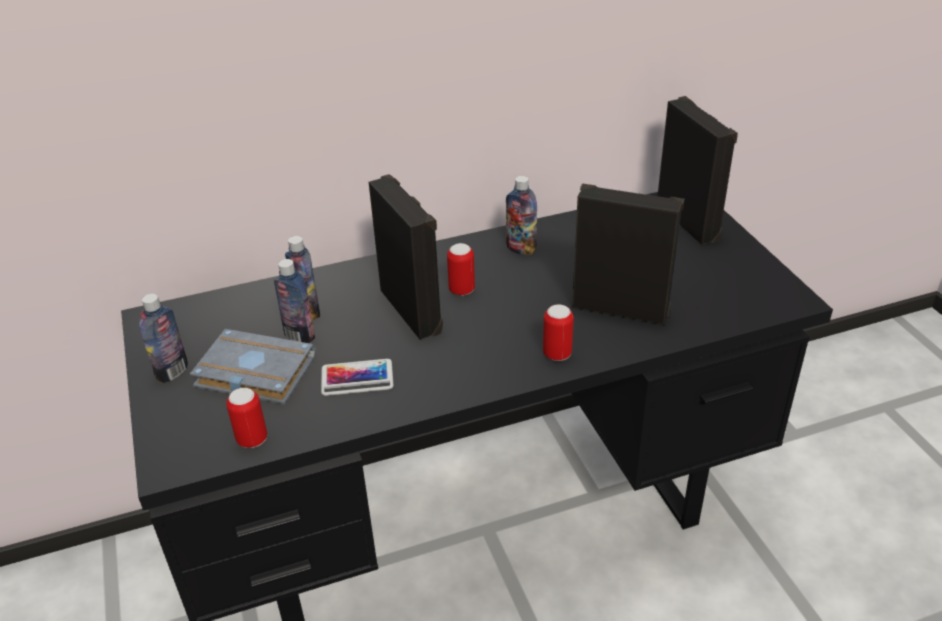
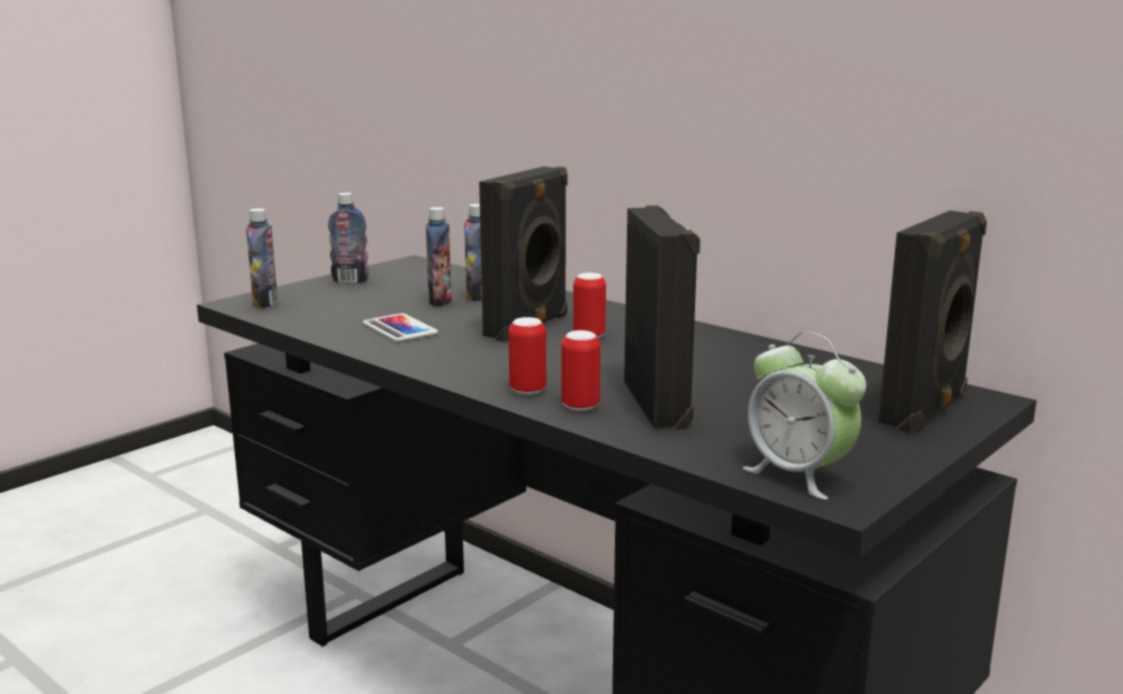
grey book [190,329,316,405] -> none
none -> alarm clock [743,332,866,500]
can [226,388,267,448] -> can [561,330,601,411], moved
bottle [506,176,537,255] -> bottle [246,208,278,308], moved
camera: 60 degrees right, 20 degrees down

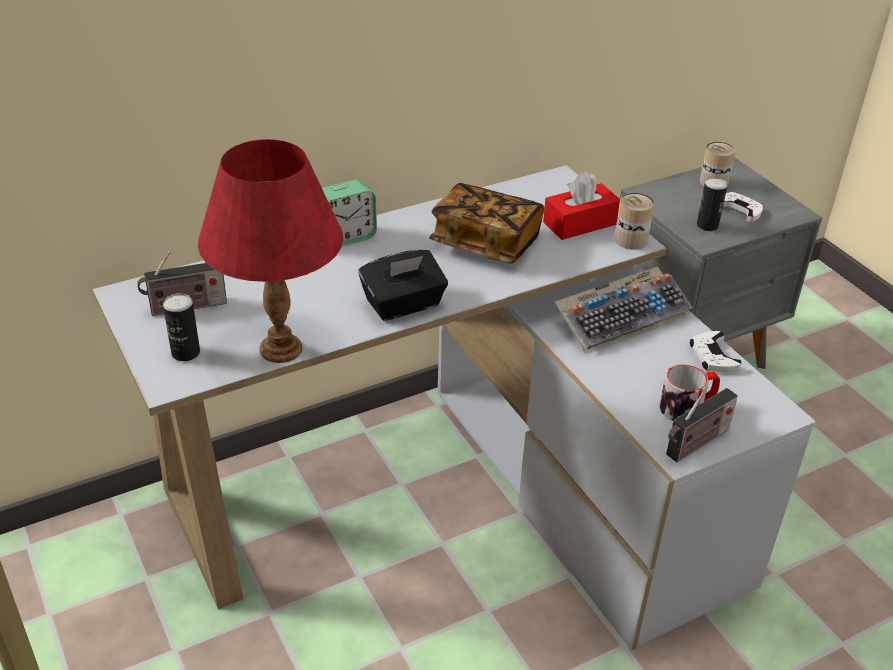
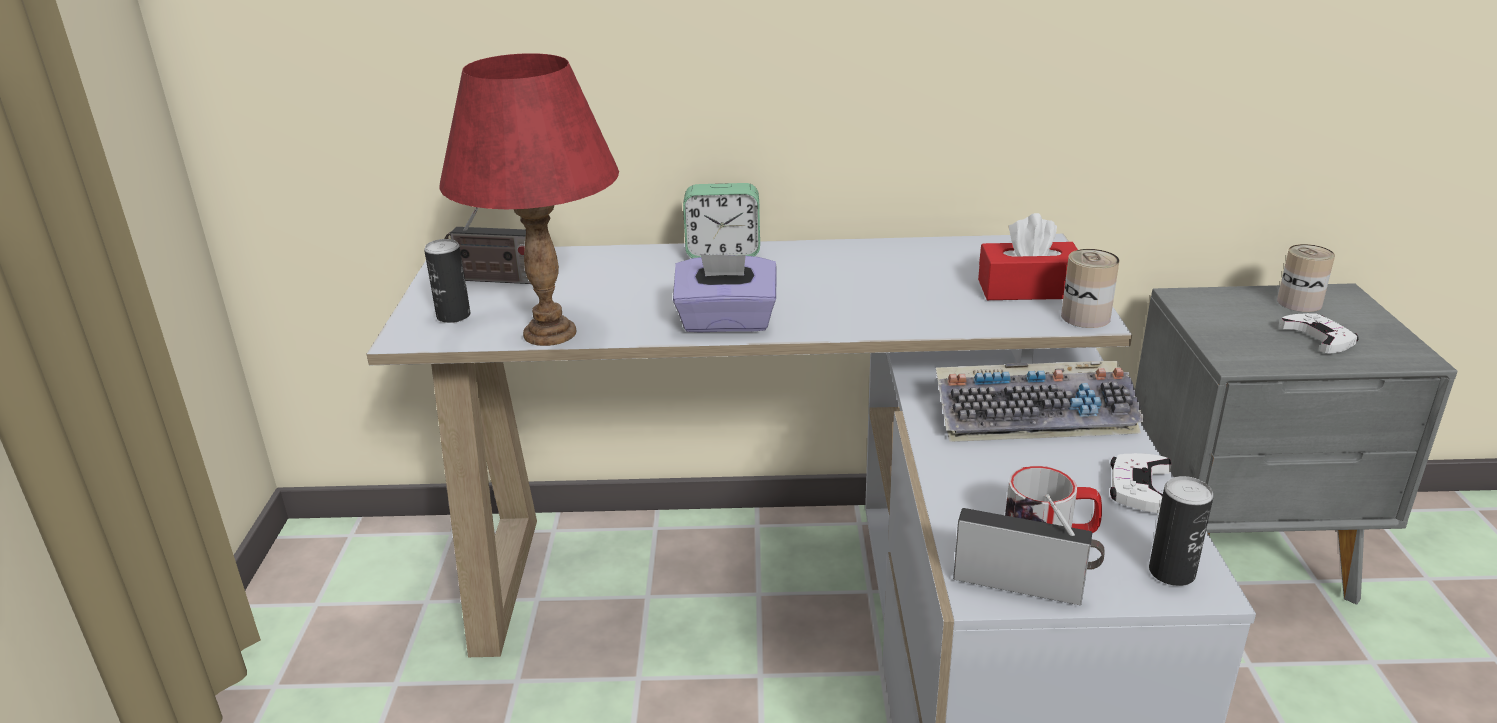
book [429,183,544,264] -> none
can [697,177,728,231] -> can [1149,476,1214,586], moved
black tissue box [358,250,448,321] -> purple tissue box [673,254,777,332]
radio [666,388,738,462] -> radio [953,494,1105,605], 150 degrees counterclockwise
camera: 30 degrees right, 10 degrees down

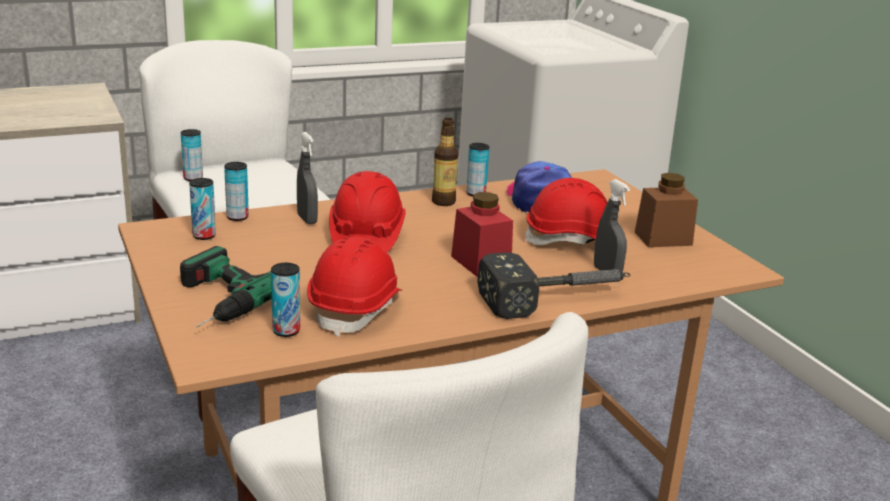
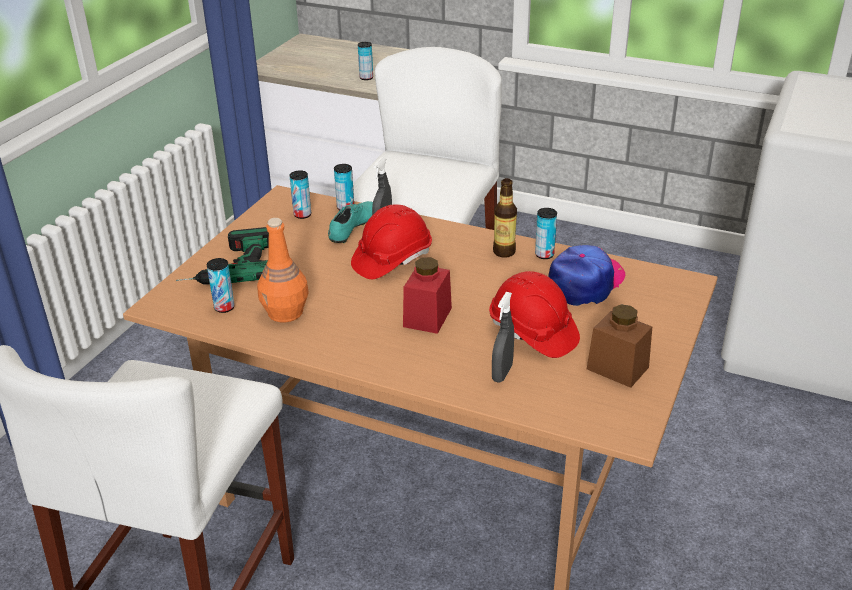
hammer [477,252,631,319] -> none
none -> turquoise shoe [328,201,373,244]
can [181,129,203,181] -> can [358,42,373,80], moved
red hard hat [307,236,403,337] -> orange bottle [257,218,309,322]
camera: 50 degrees right, 10 degrees up

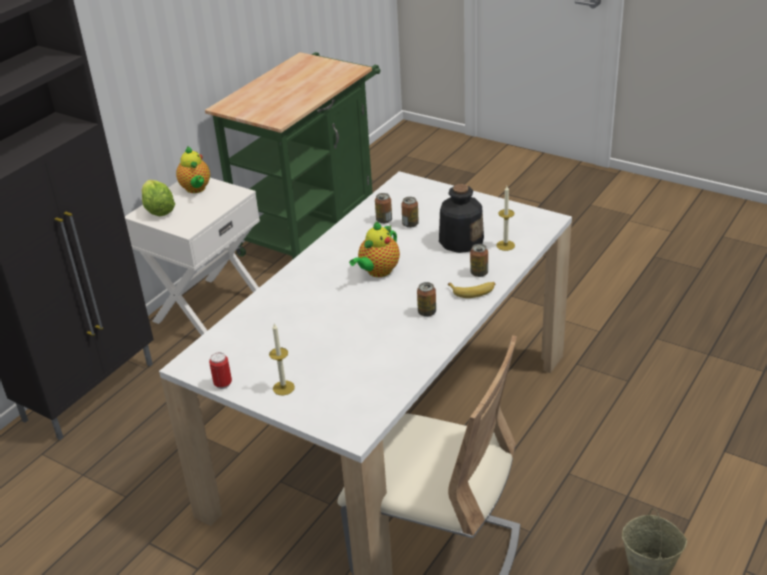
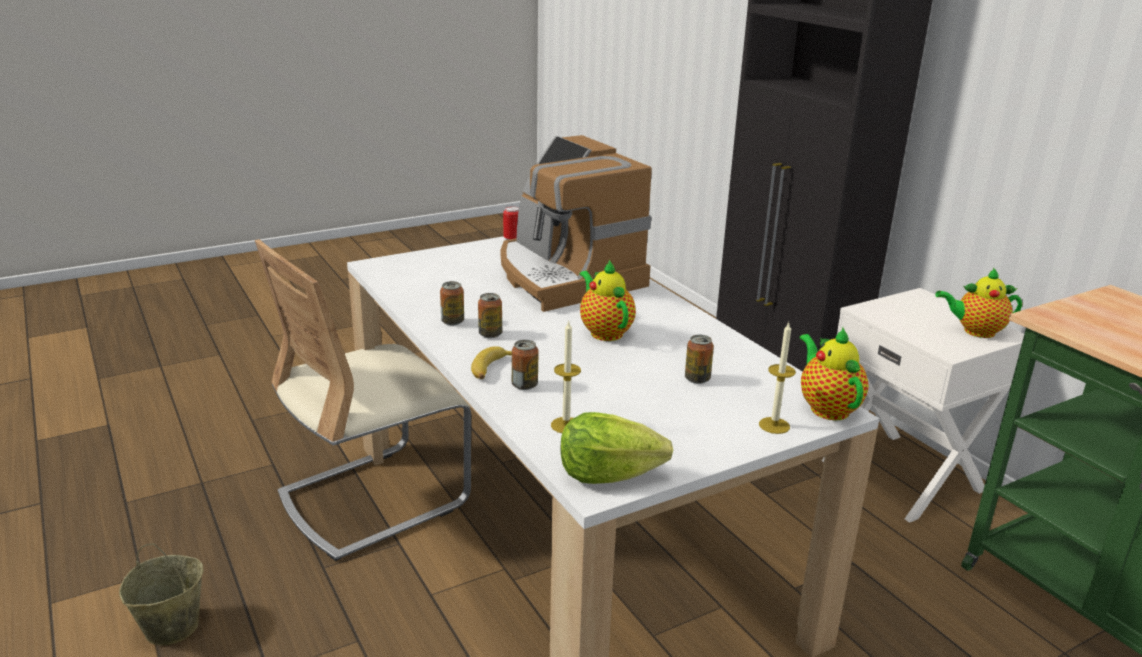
bottle [439,184,484,253] -> none
none -> coffee machine [501,135,652,312]
none -> teapot [800,327,869,420]
lettuce [141,180,175,216] -> lettuce [561,412,673,484], moved
candle [269,324,295,395] -> candle [759,323,796,434], moved
can [375,193,392,224] -> can [440,281,464,325], moved
camera: 115 degrees right, 10 degrees down

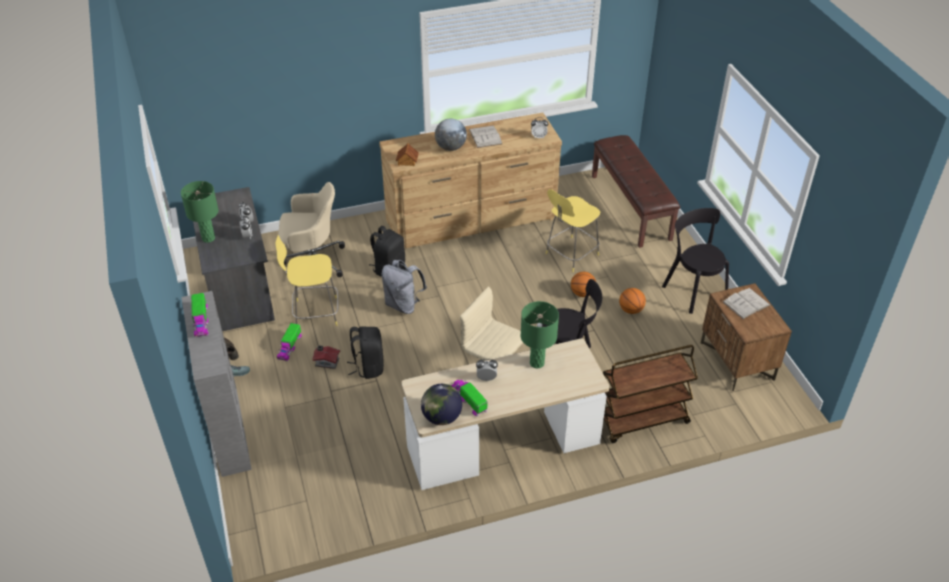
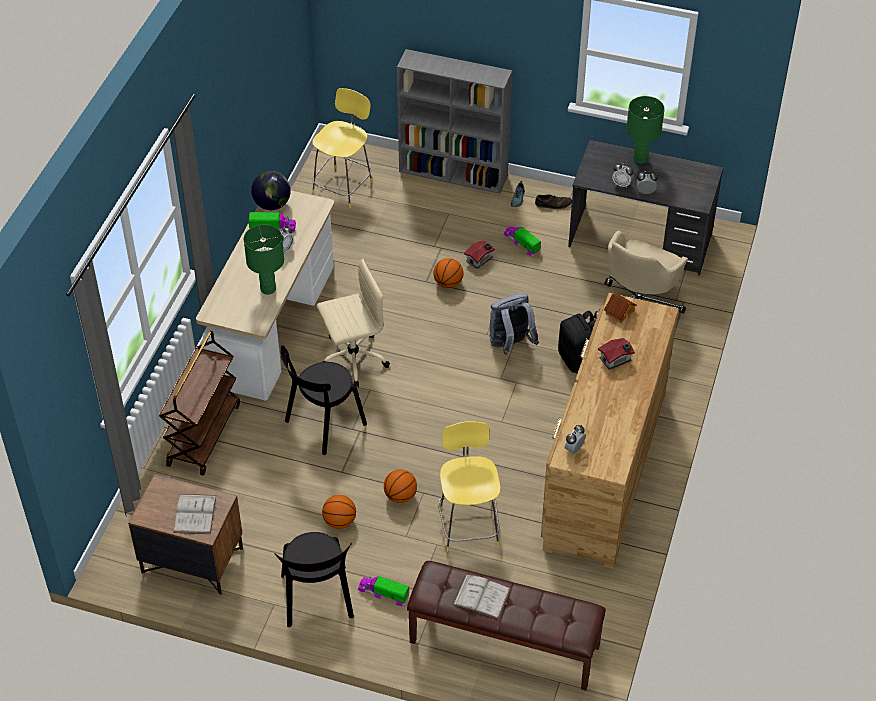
toy truck [191,293,209,338] -> toy truck [358,575,409,606], moved
yellow stool [275,235,338,326] -> yellow stool [312,88,372,208], moved
white book [469,125,502,148] -> white book [452,575,511,620], moved
black backpack [347,327,384,379] -> basketball [433,258,464,288]
globe [435,118,467,151] -> toy house [598,338,635,370]
black chair [662,208,729,314] -> black chair [275,532,354,627], 75 degrees clockwise
camera: 125 degrees right, 5 degrees up

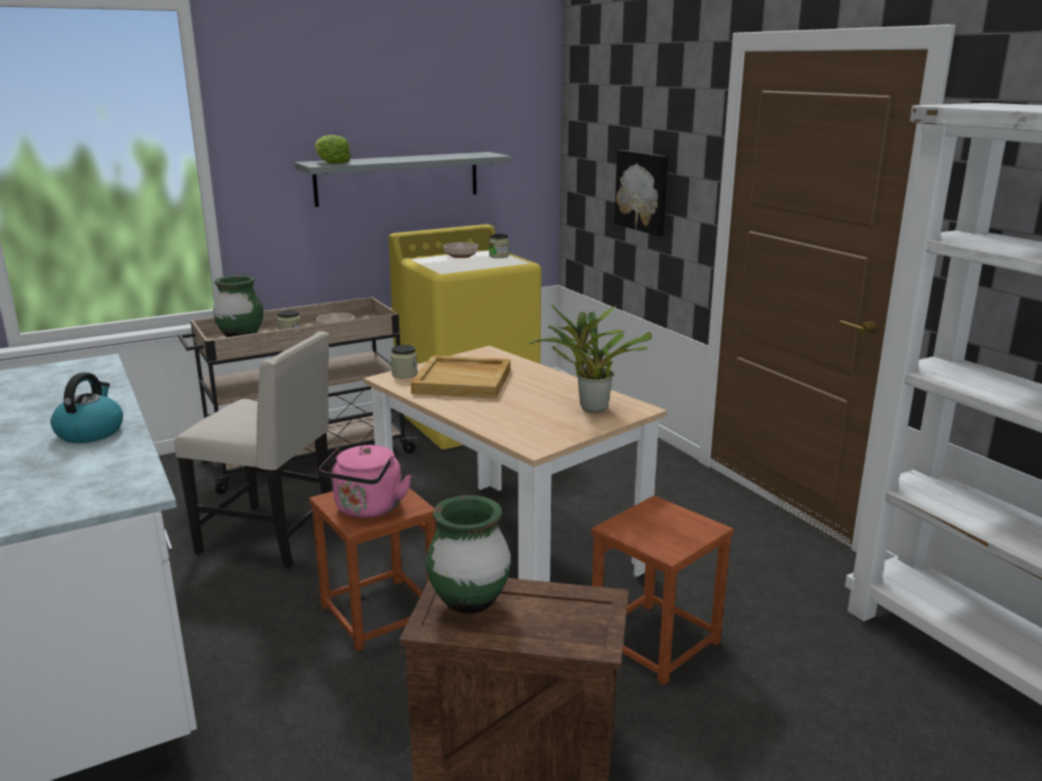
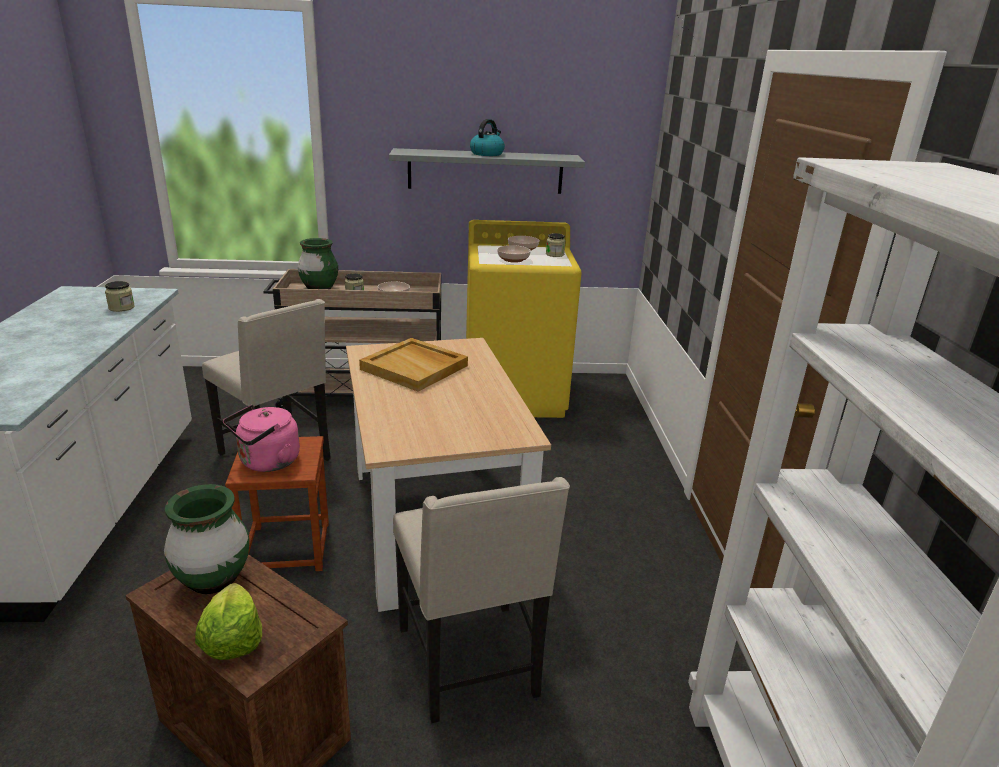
potted plant [529,305,652,413] -> none
picture [614,150,668,236] -> none
none -> bowl [497,245,531,263]
kettle [50,372,123,443] -> kettle [470,119,505,156], moved
lettuce [315,135,351,164] -> lettuce [195,583,262,660], moved
jar [391,345,418,378] -> jar [105,281,135,312], moved
brown stool [591,495,734,685] -> beige chair [393,477,570,724]
camera: 25 degrees right, 5 degrees up

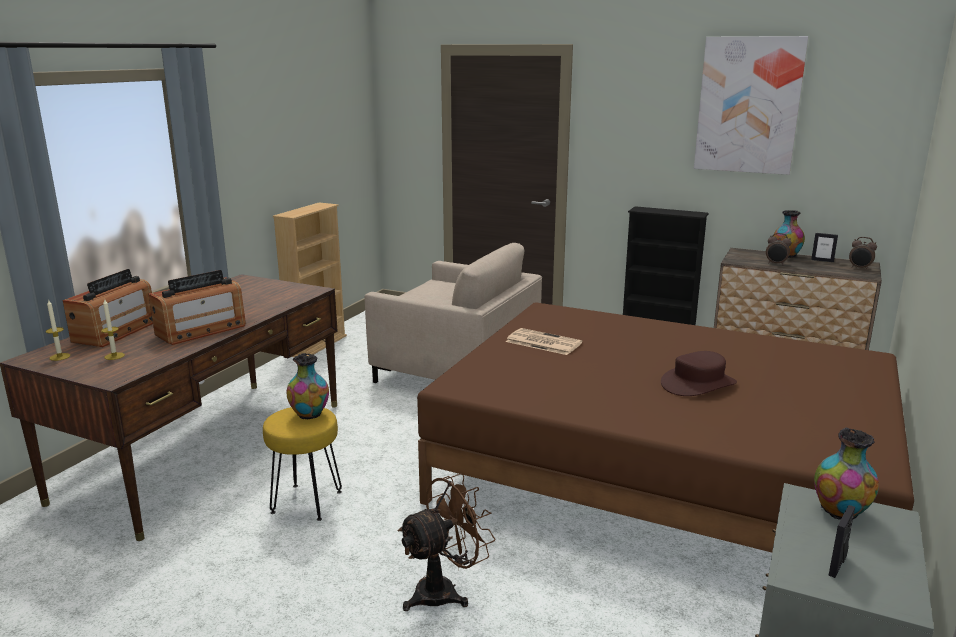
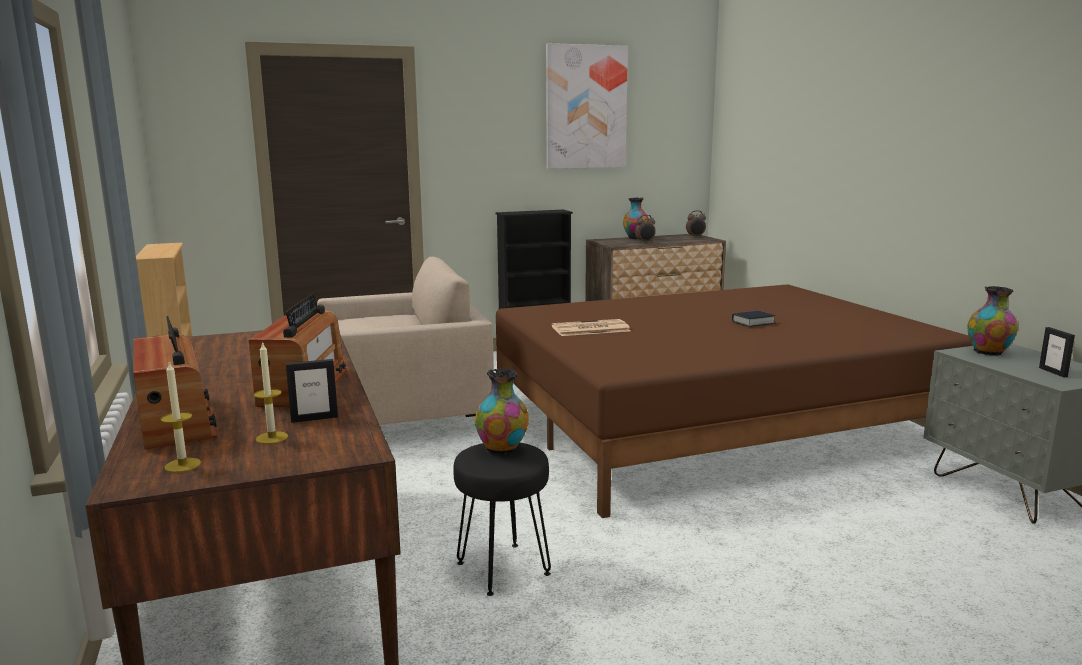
brown fan [398,473,495,611] -> none
picture frame [811,233,838,262] -> picture frame [286,359,338,423], moved
brown hat [661,351,737,396] -> book [732,311,776,327]
yellow stool [263,407,342,521] -> black stool [453,442,551,596]
camera: 45 degrees left, 5 degrees down

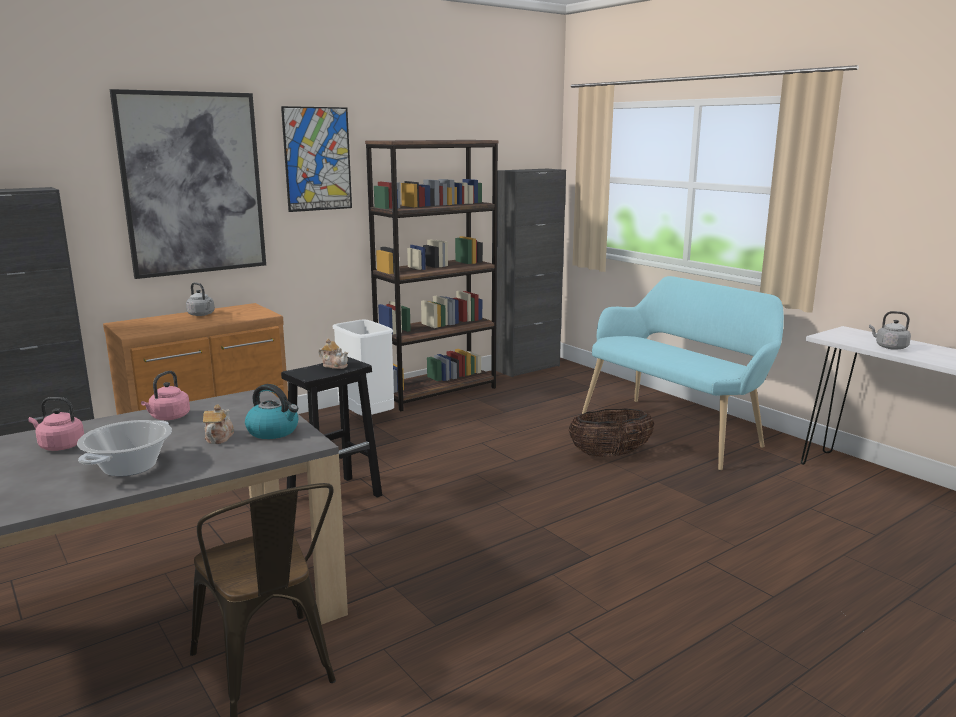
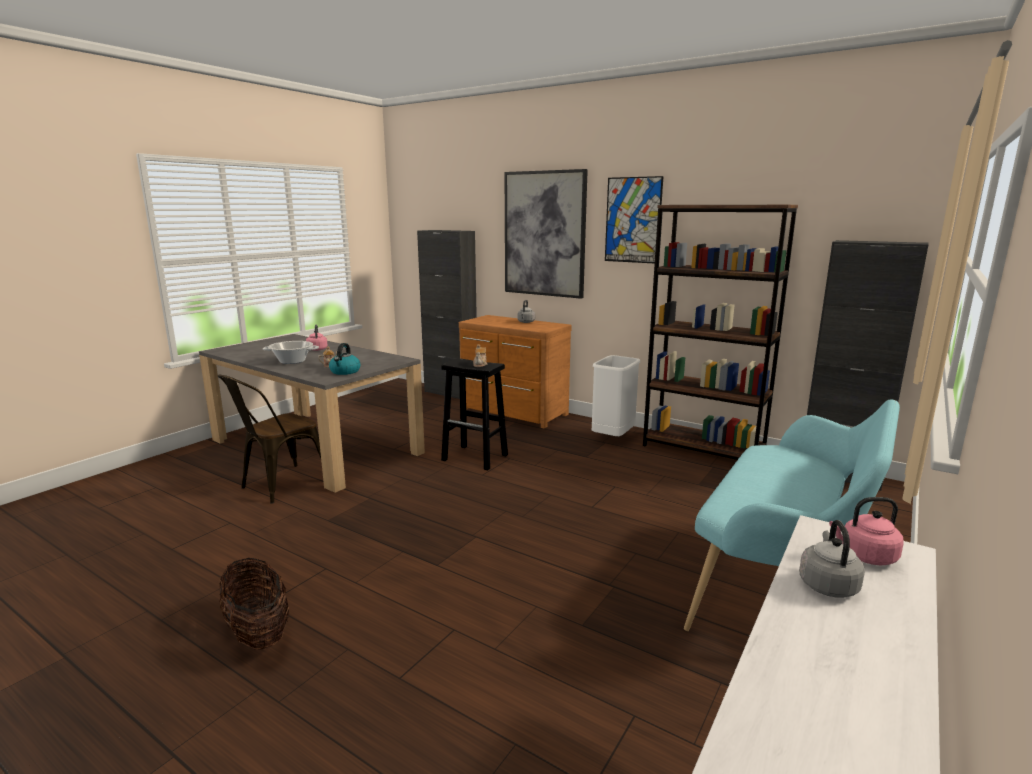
pink kettle [141,371,190,420] -> pink kettle [829,497,904,565], moved
basket [568,408,654,457] -> basket [219,557,289,650], moved
camera: 70 degrees right, 0 degrees up

